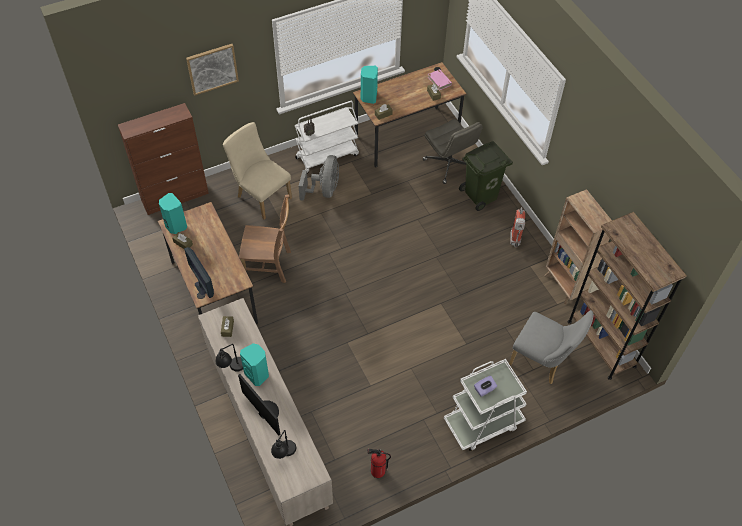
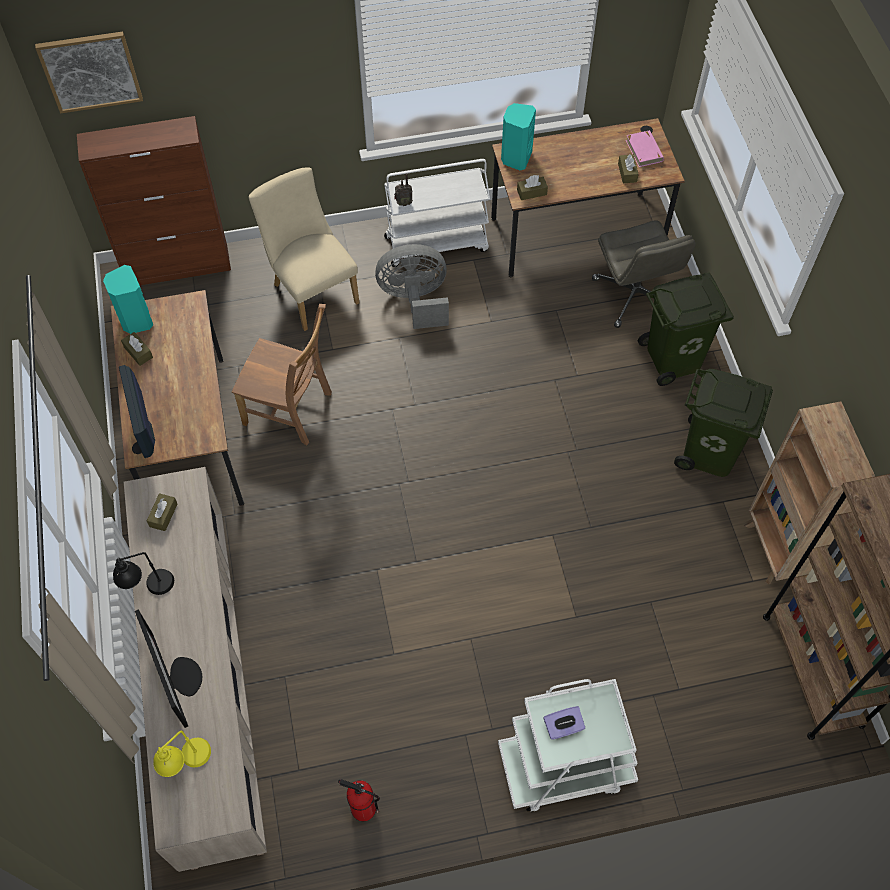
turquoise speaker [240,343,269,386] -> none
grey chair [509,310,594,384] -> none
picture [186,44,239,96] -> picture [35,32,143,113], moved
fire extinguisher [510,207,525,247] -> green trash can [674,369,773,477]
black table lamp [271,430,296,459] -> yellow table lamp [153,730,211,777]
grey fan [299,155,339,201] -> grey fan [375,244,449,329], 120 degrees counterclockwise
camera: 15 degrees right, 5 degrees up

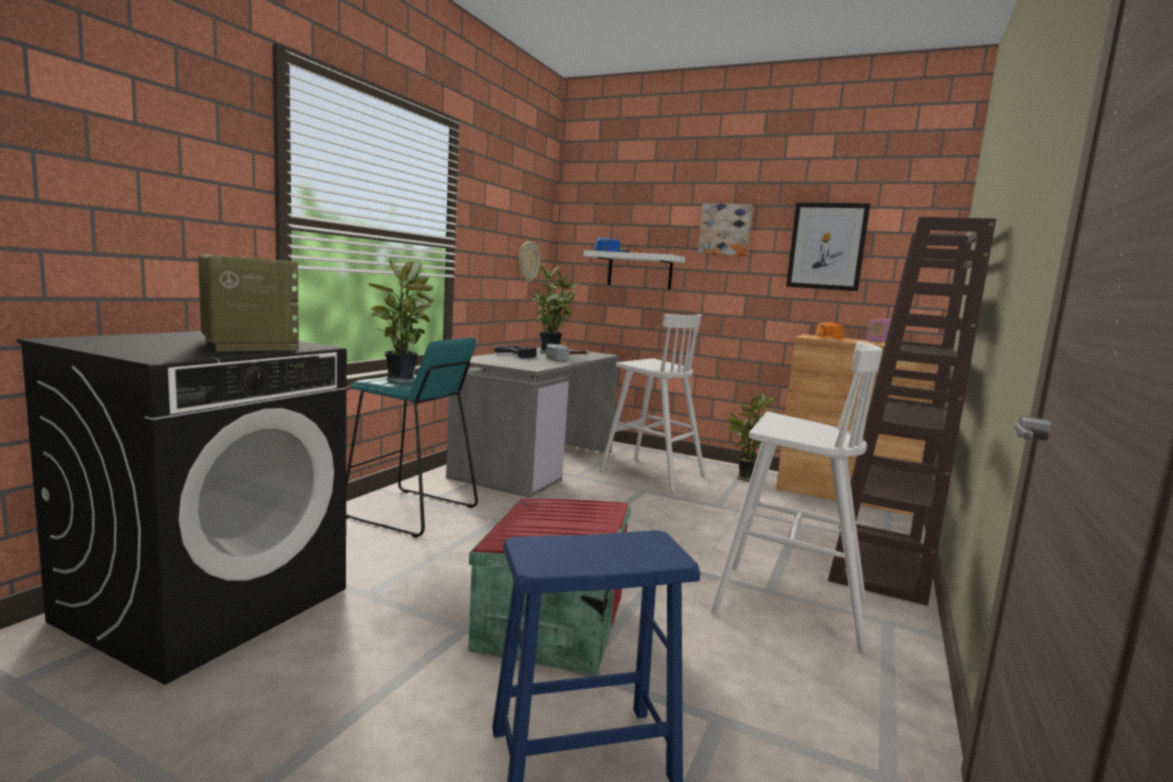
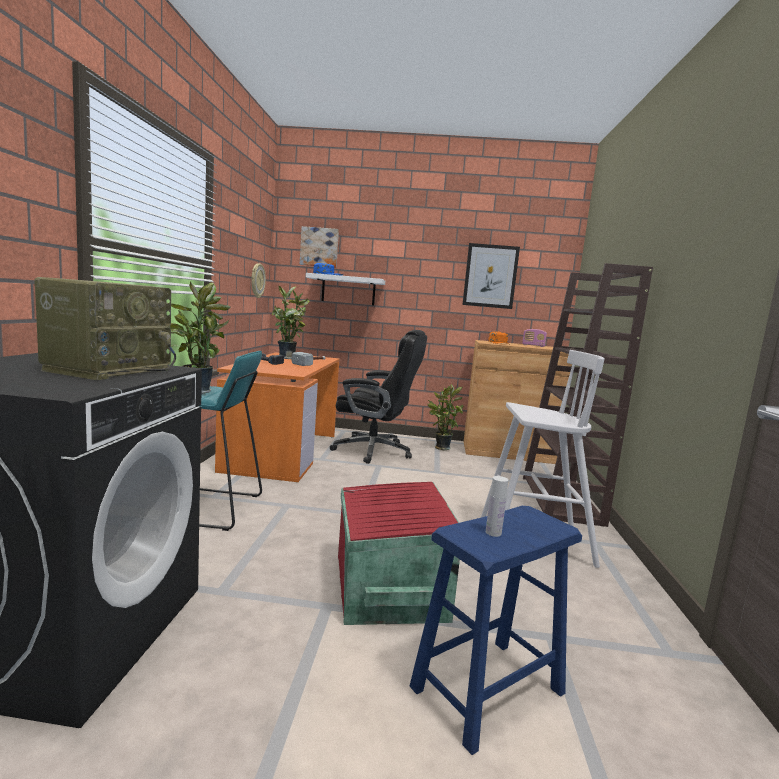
none -> white bottle [486,476,508,537]
picture [698,203,753,256] -> picture [300,226,339,268], moved
white stool [600,314,706,492] -> black office chair [330,330,427,464]
grey desk [446,347,619,498] -> orange desk [215,352,340,482]
radio [198,254,299,351] -> radio [34,277,176,380], 75 degrees clockwise
camera: 20 degrees left, 0 degrees up

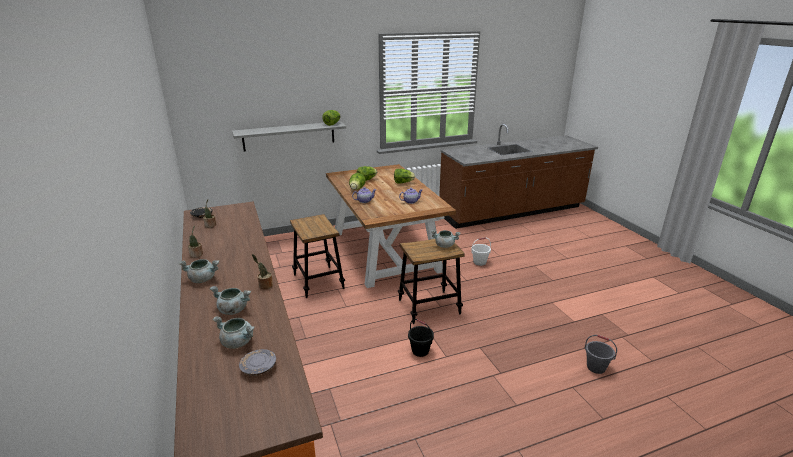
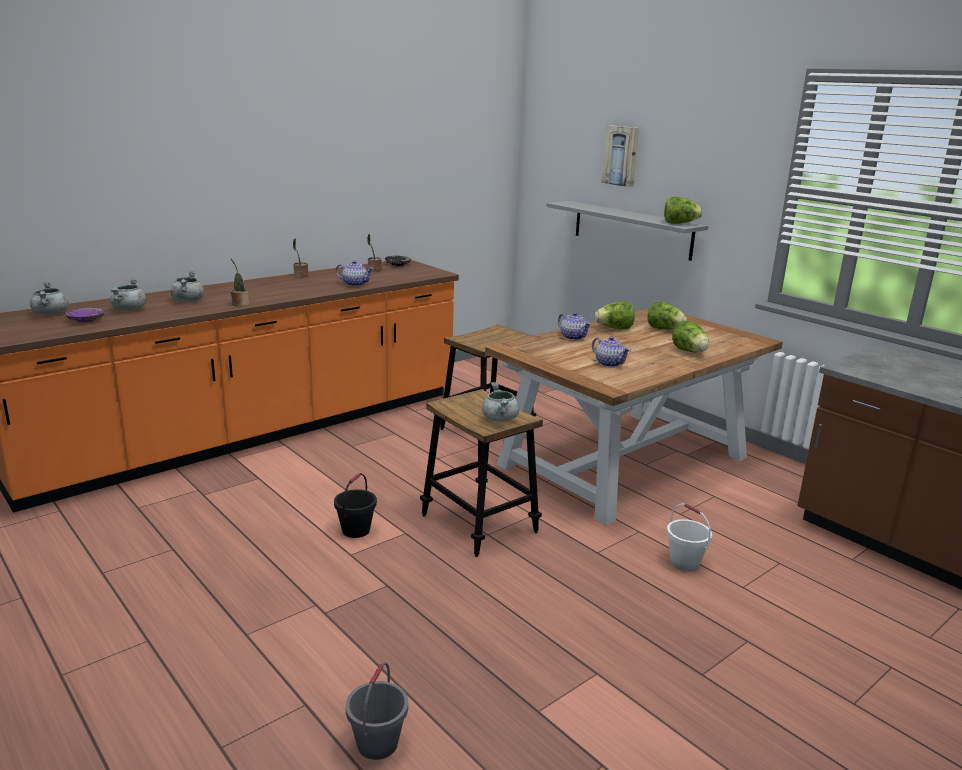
none -> teapot [336,261,374,287]
none -> picture [601,125,639,187]
grey cooking pot [179,259,219,283] -> grey cooking pot [30,281,69,315], moved
grey plate [239,349,276,376] -> purple plate [65,308,105,322]
camera: 70 degrees right, 5 degrees down

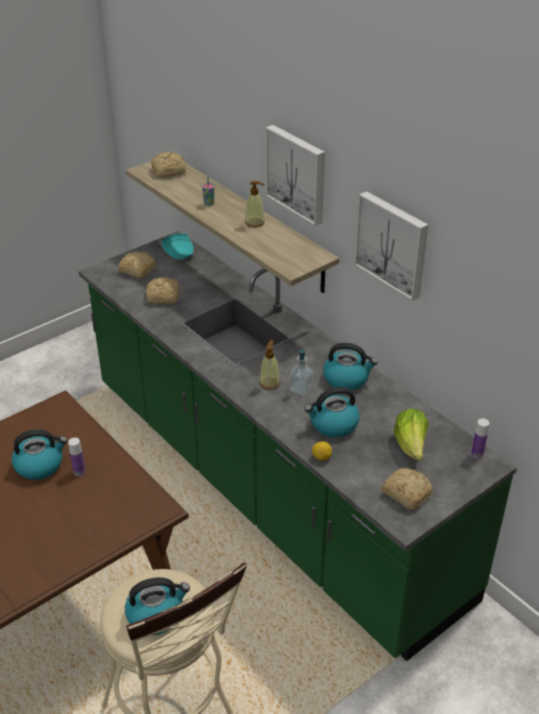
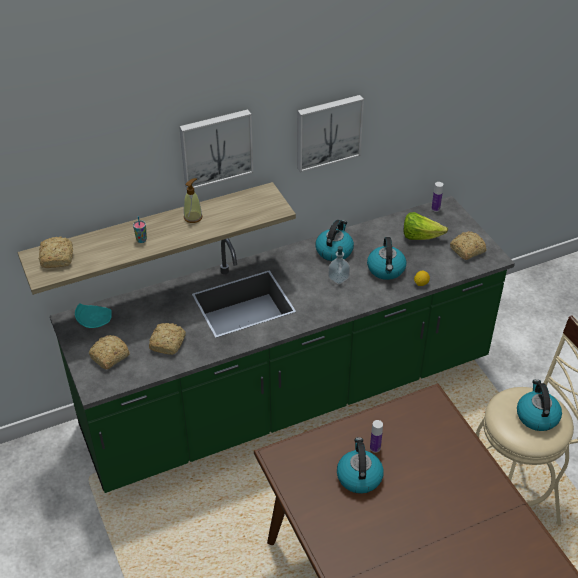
soap dispenser [259,340,280,390] -> none
camera: 75 degrees left, 5 degrees up

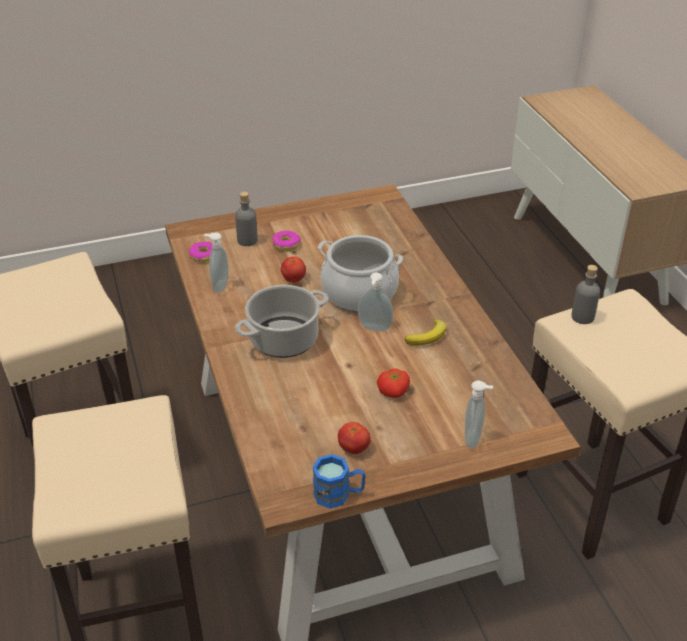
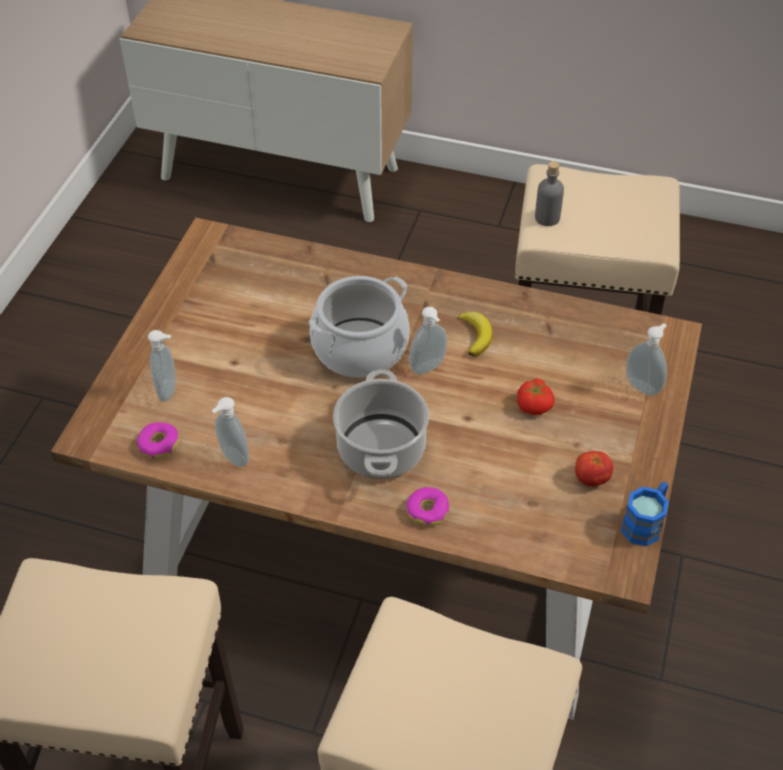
tomato [281,257,306,283] -> none
donut [272,231,301,252] -> donut [407,487,449,526], moved
grey bottle [235,192,258,246] -> soap dispenser [148,330,176,401]
camera: 55 degrees left, 10 degrees up

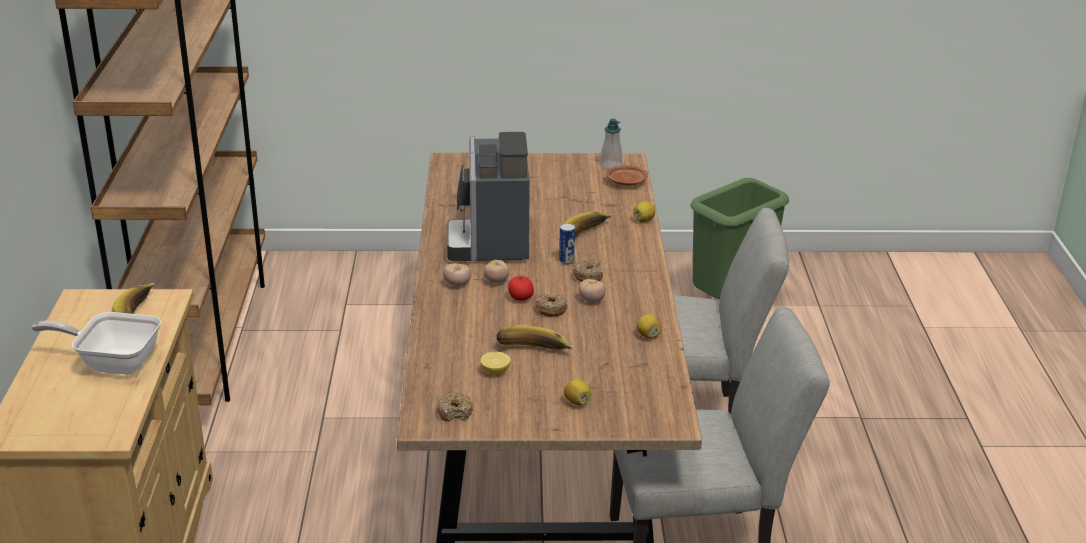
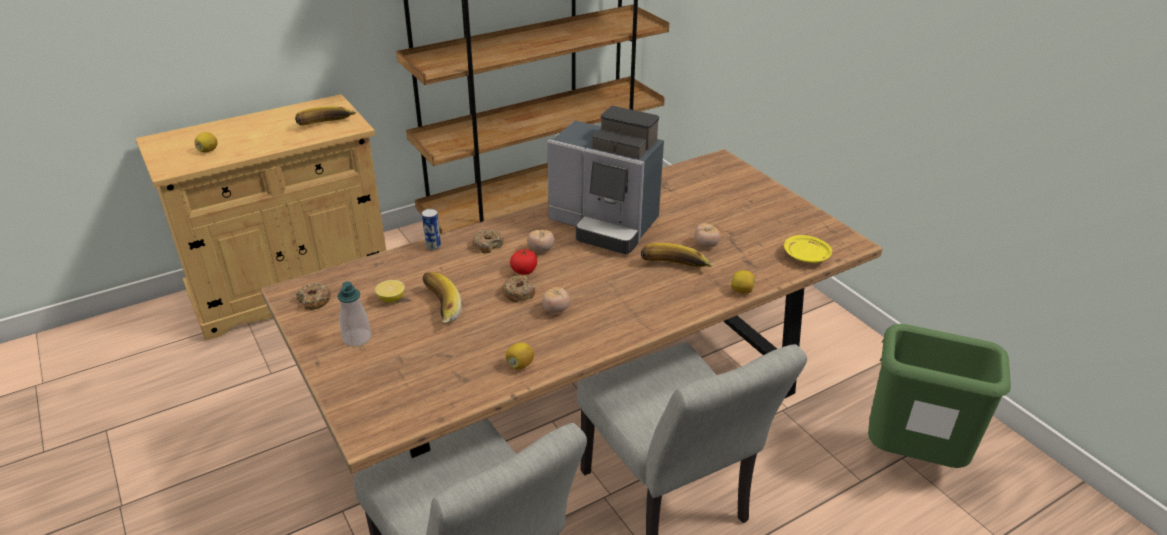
frying pan [32,312,161,374] -> none
tomato [443,263,472,286] -> tomato [694,223,720,248], moved
can [559,223,575,264] -> can [422,209,441,250], moved
lemon [564,379,591,405] -> lemon [195,132,217,153], moved
donut [573,260,603,282] -> donut [472,229,504,253], moved
soap dispenser [600,119,622,170] -> soap dispenser [337,281,371,346], moved
brown plate [606,166,648,186] -> yellow plate [784,235,832,263]
coffee machine [447,132,530,261] -> coffee machine [547,106,664,254], 120 degrees counterclockwise
camera: 60 degrees right, 5 degrees up

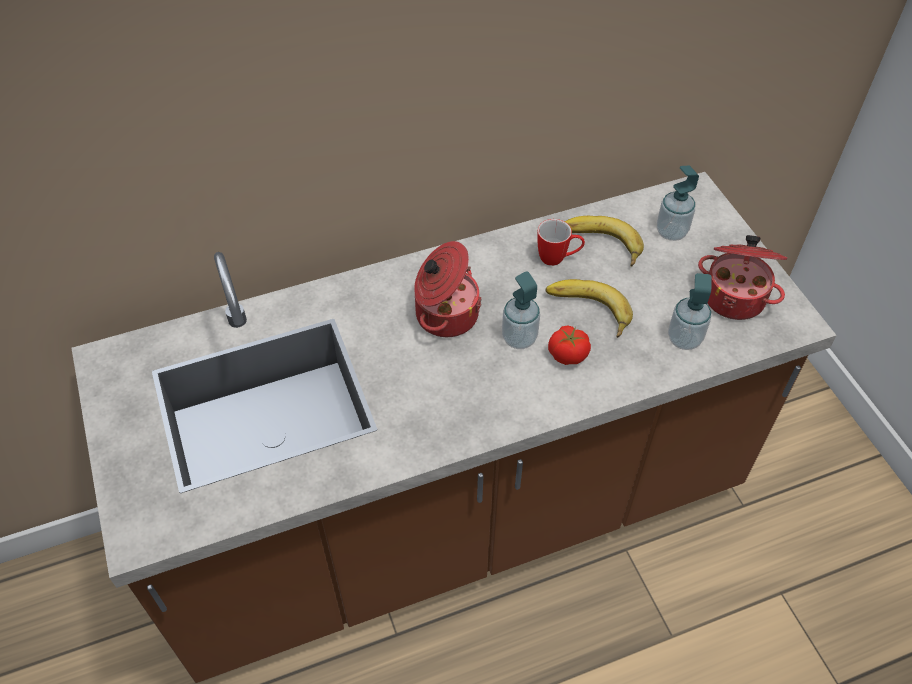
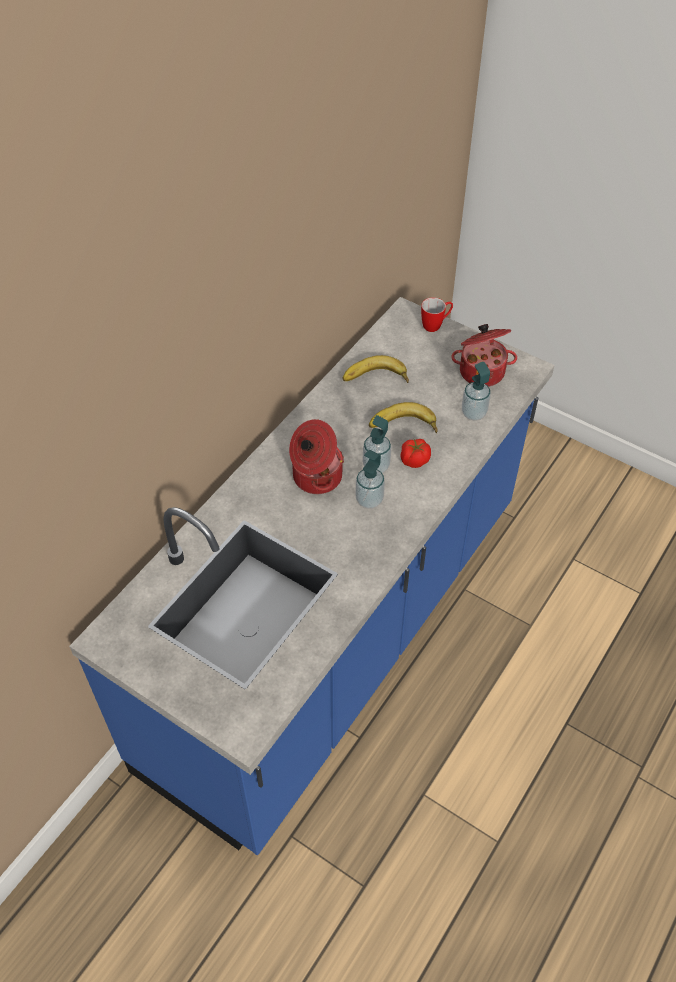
mug [537,219,585,266] -> mug [421,297,453,332], moved
soap dispenser [657,166,699,241] -> soap dispenser [356,450,385,509], moved
brown counter [72,172,837,683] -> blue counter [69,297,555,855]
camera: 35 degrees left, 0 degrees up

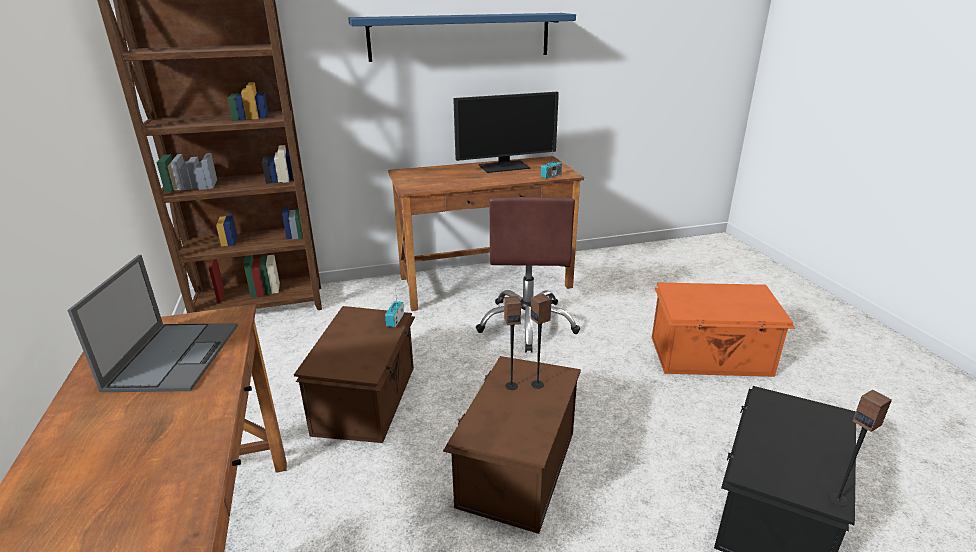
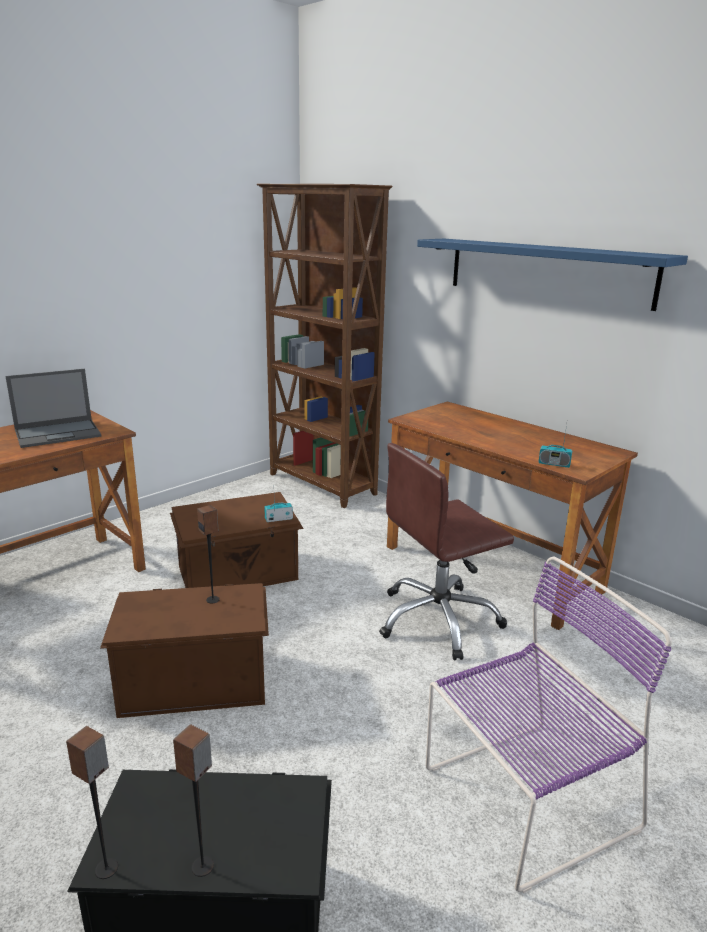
monitor [453,92,559,173] -> none
speaker [530,294,551,389] -> speaker [173,724,214,877], moved
orange storage box [652,282,795,377] -> purple chair [426,557,672,893]
camera: 60 degrees right, 5 degrees down

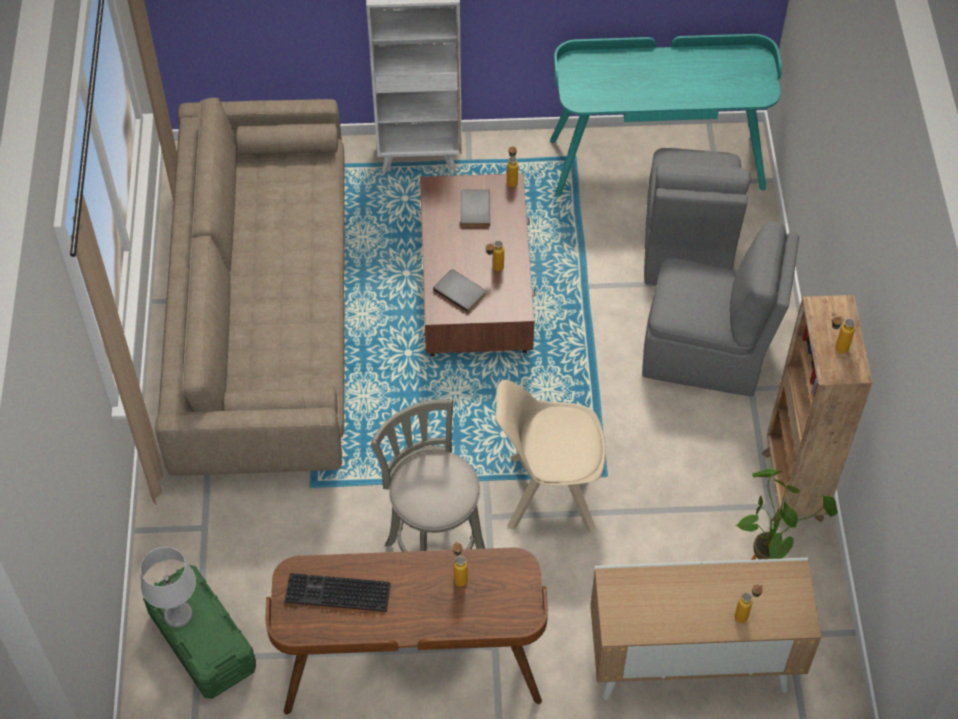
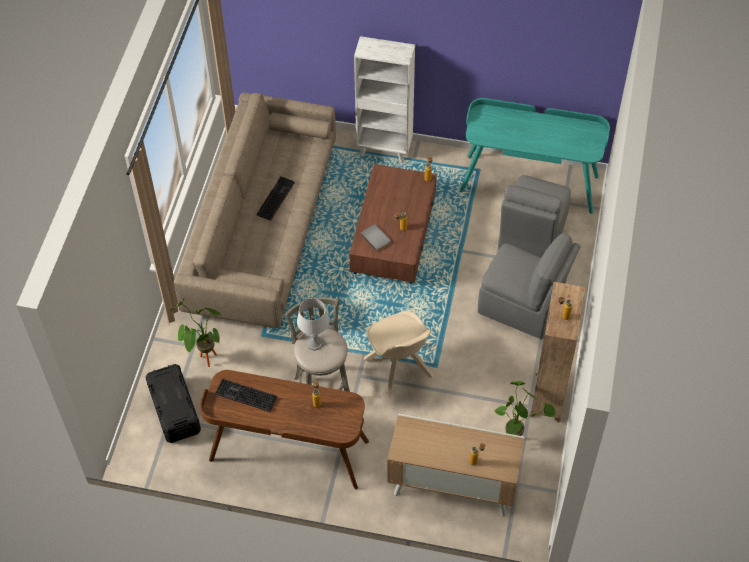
grey book [461,189,490,227] -> none
none -> potted plant [170,297,221,367]
none -> keyboard [257,176,295,221]
grey table lamp [140,547,196,628] -> grey table lamp [297,298,330,350], moved
green storage box [143,565,256,699] -> black storage box [145,364,201,443]
beige chair [495,380,606,533] -> beige chair [364,310,434,398], 135 degrees counterclockwise
camera: 15 degrees right, 0 degrees up

